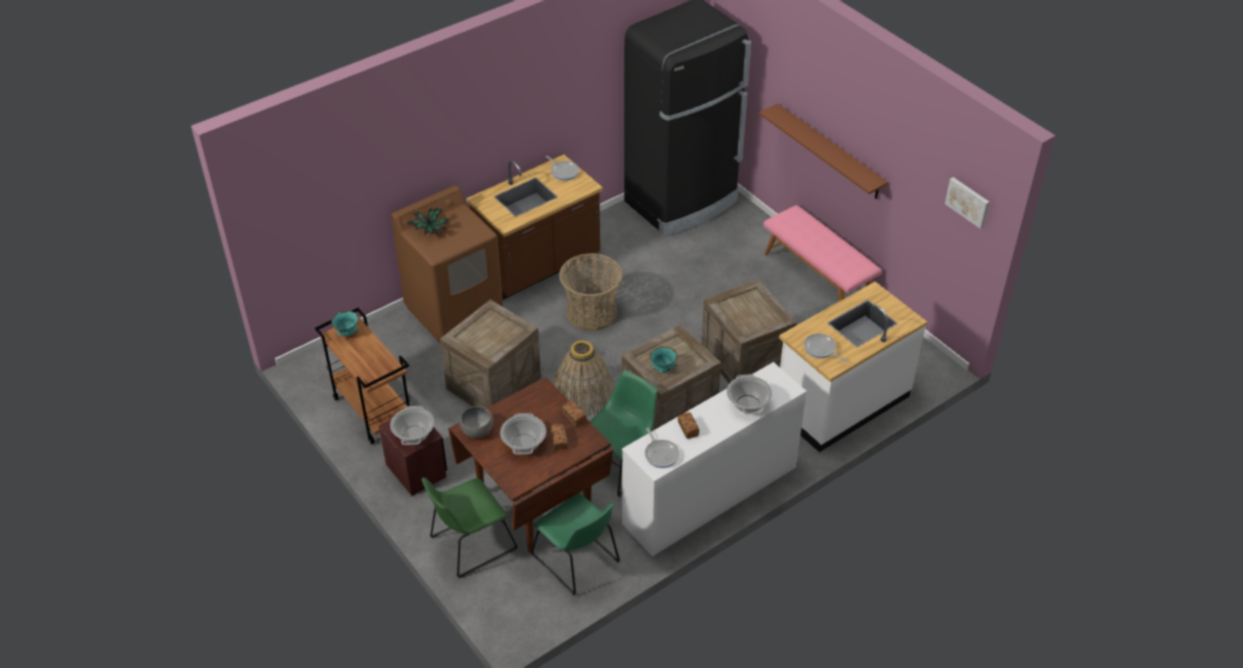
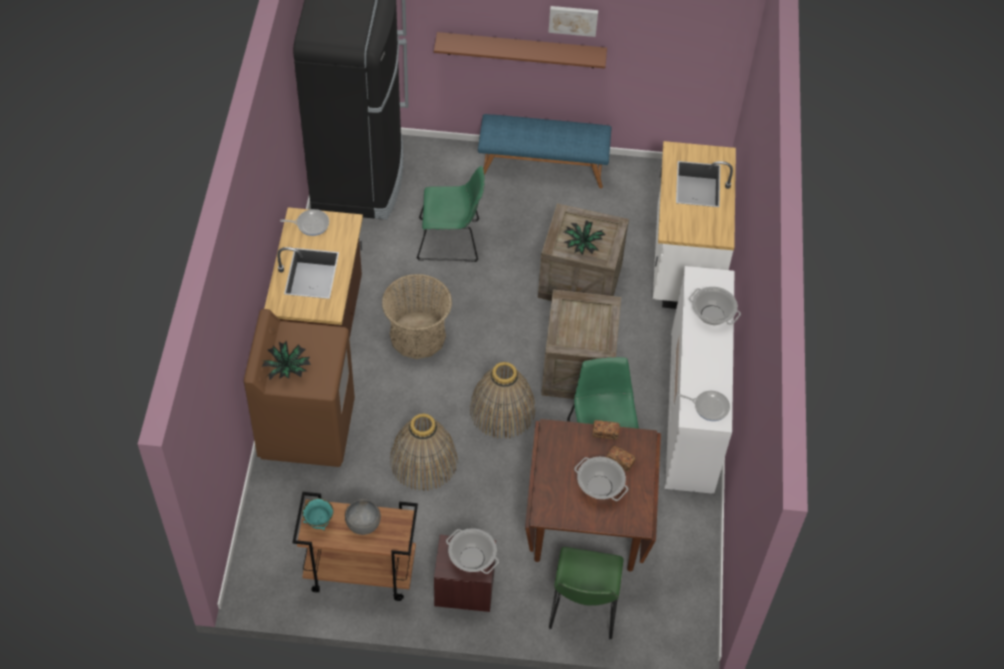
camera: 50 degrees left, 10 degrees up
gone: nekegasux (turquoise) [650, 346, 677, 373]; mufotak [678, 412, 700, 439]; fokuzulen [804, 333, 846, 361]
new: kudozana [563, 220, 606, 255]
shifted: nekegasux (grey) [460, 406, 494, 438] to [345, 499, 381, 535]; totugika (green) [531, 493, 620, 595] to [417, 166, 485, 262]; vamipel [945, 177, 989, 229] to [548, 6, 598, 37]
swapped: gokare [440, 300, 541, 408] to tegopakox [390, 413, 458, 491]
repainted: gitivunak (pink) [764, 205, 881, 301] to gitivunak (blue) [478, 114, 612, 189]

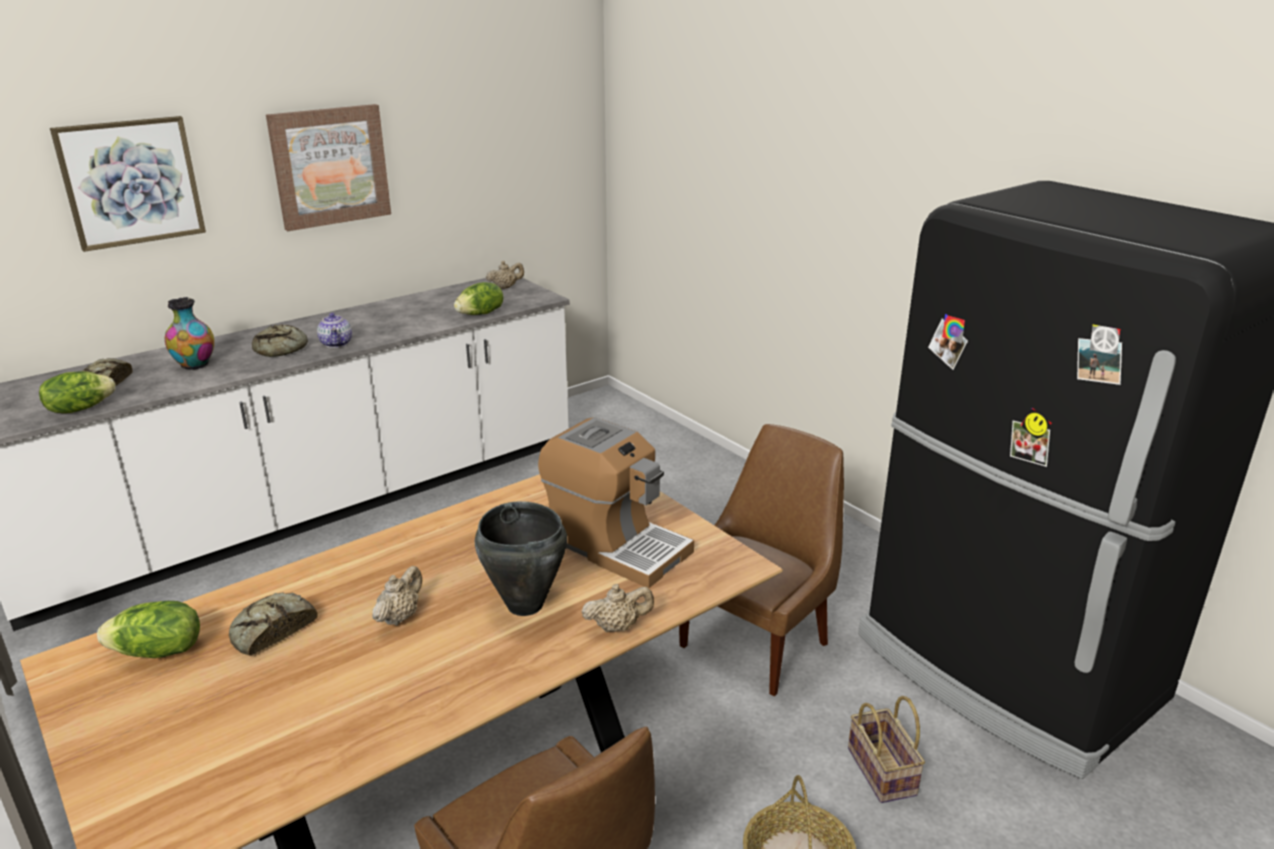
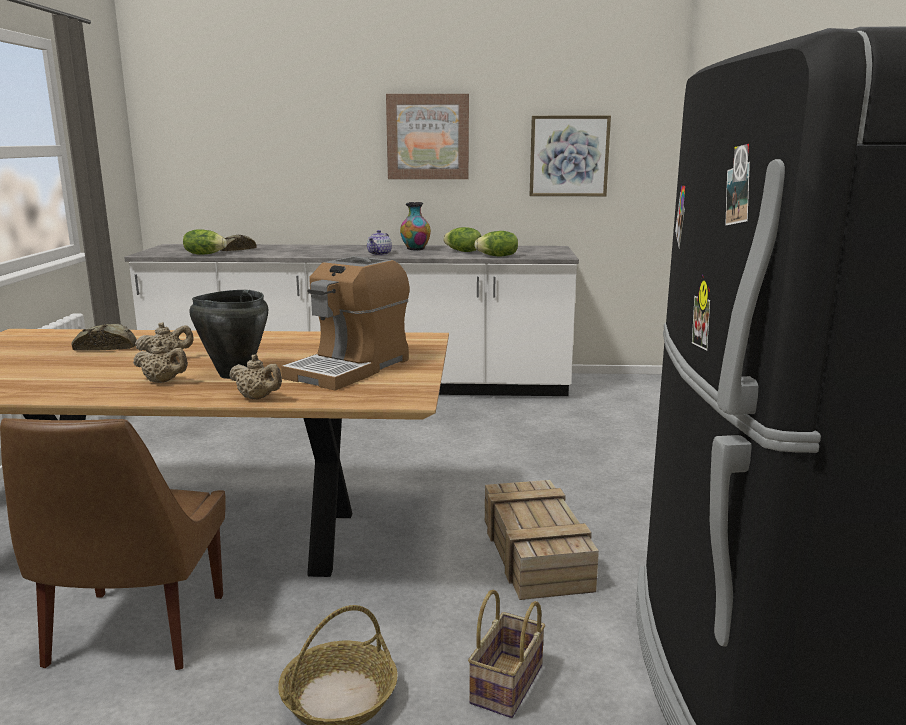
camera: 40 degrees right, 10 degrees down
gone: mufotak [252, 324, 308, 357]
shifted: vamipel [50, 116, 206, 252] to [530, 116, 611, 196]; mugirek [97, 601, 200, 658] to [443, 227, 481, 252]; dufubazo [165, 297, 214, 370] to [400, 202, 431, 251]; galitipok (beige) [486, 261, 524, 289] to [133, 341, 188, 383]
swapped: totugika (brown) [679, 424, 844, 696] to gokare [485, 480, 599, 600]
rotated: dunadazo [538, 417, 694, 588] = [281, 256, 409, 391] 45 degrees clockwise

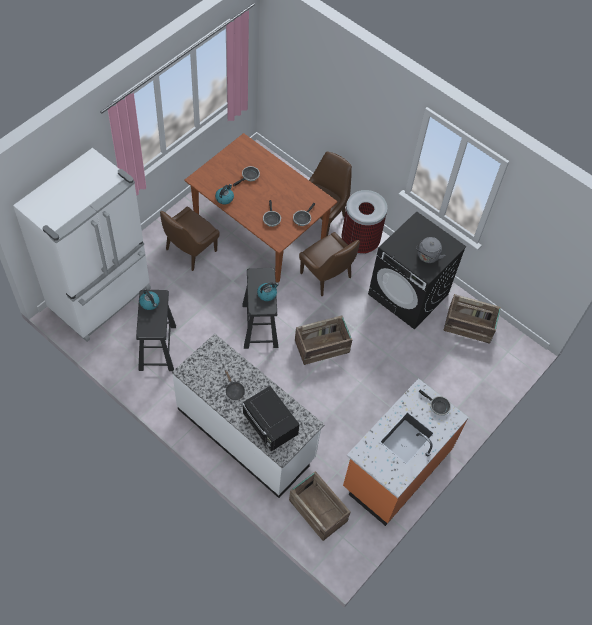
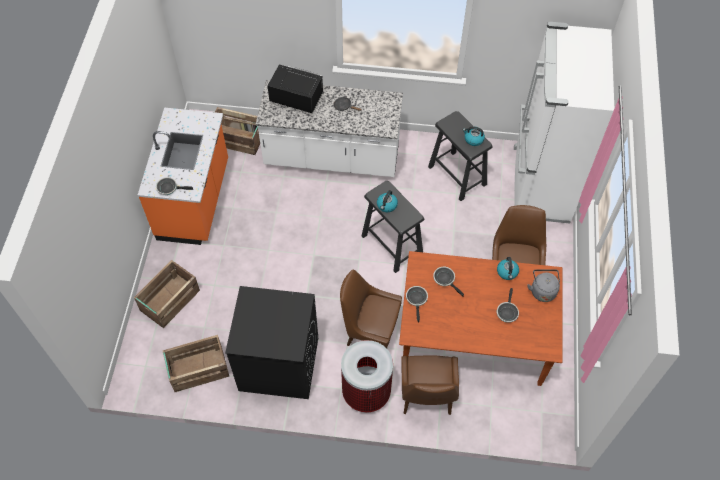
camera: 150 degrees right, 0 degrees up
shifted: gokare [295, 316, 352, 365] to [134, 260, 200, 328]; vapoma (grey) [416, 237, 445, 263] to [527, 269, 560, 302]

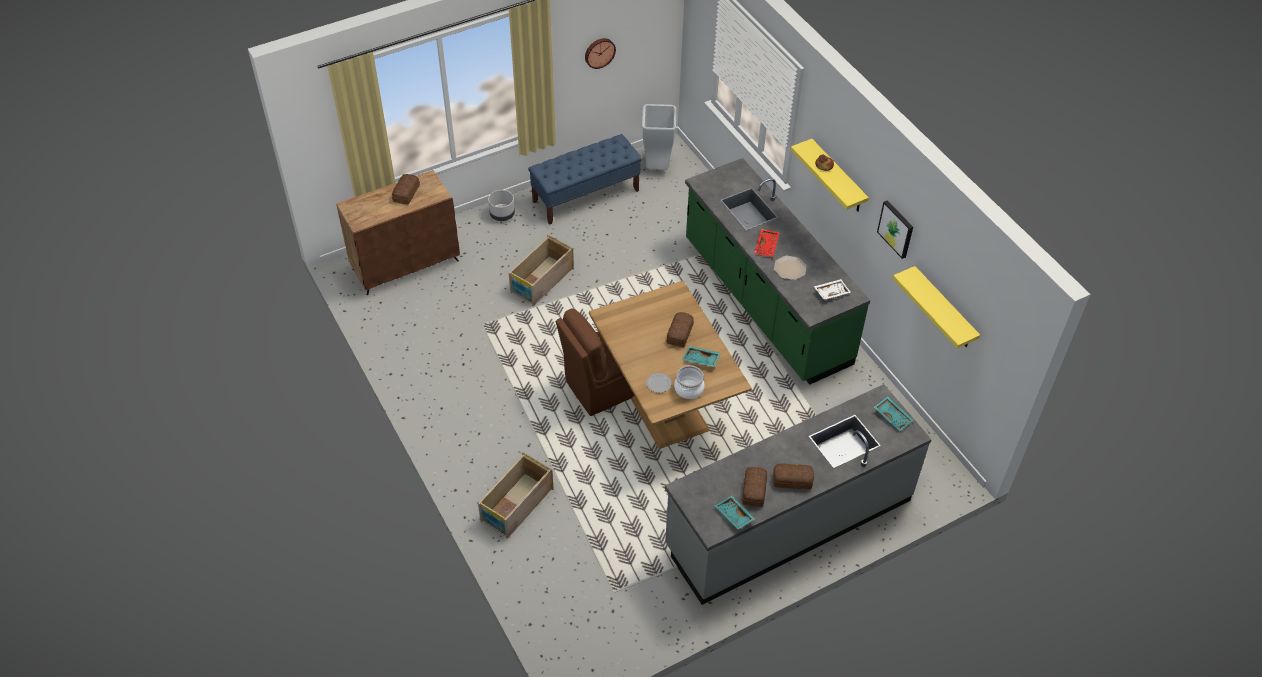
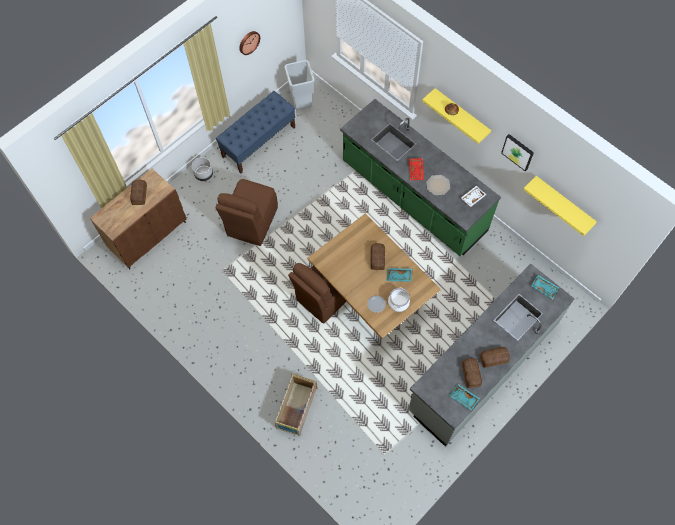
camera: 15 degrees left, 15 degrees up
swapped: gokare [509, 235, 574, 306] to totugika (brown) [216, 179, 278, 246]

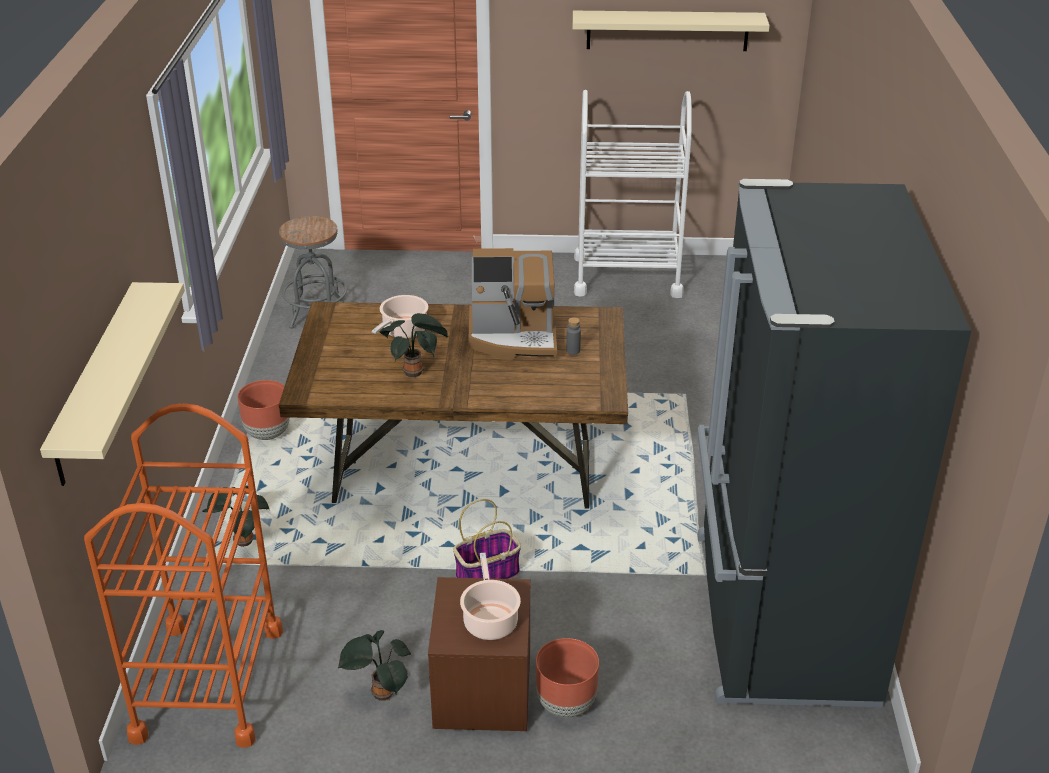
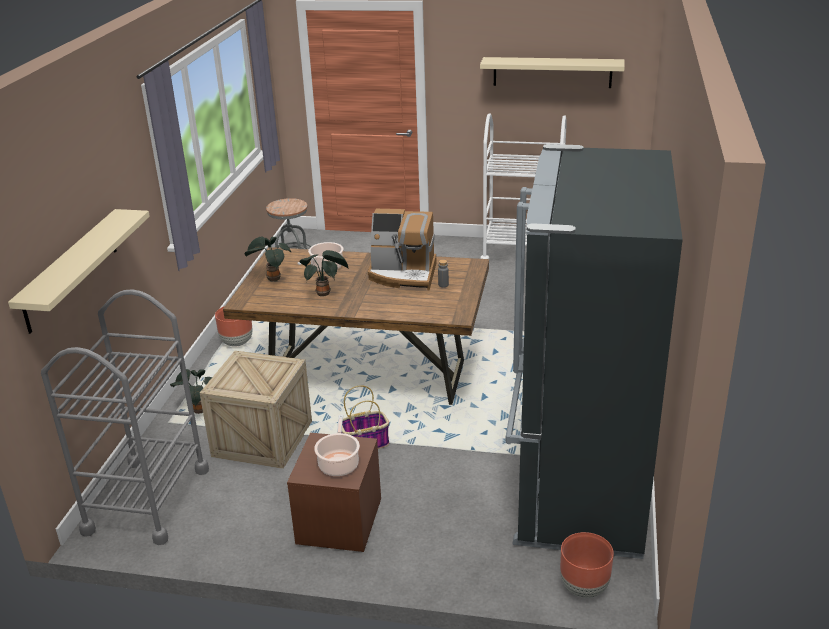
camera: 10 degrees right, 5 degrees down
new: gokare [200, 351, 312, 469]
shifted: kudozana [338, 630, 411, 701] to [244, 237, 291, 282]; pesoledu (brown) [536, 638, 599, 718] to [560, 532, 614, 598]
repainted: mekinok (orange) [84, 403, 283, 748] to mekinok (grey) [41, 289, 209, 545]

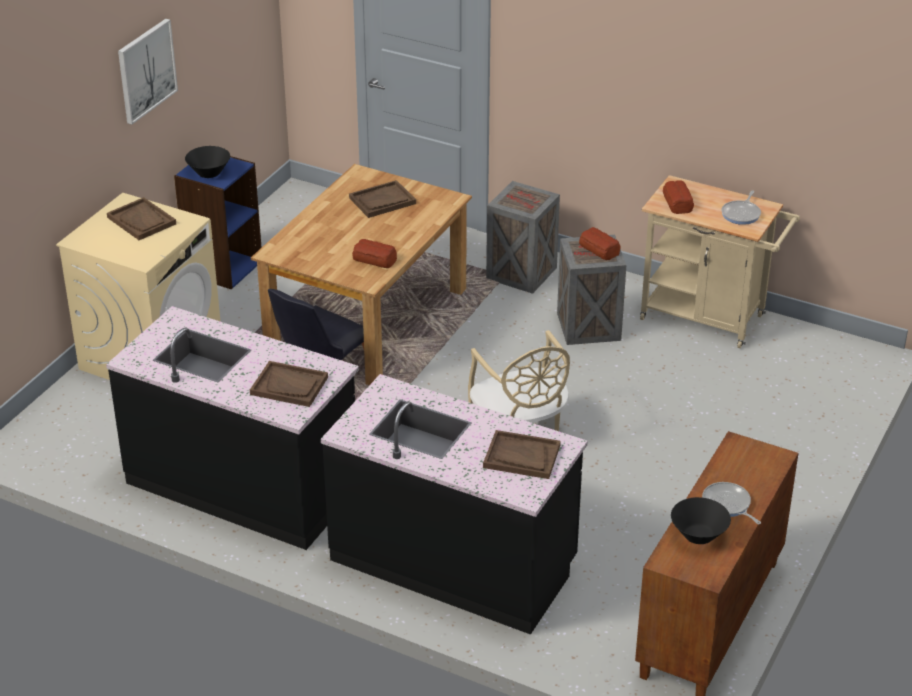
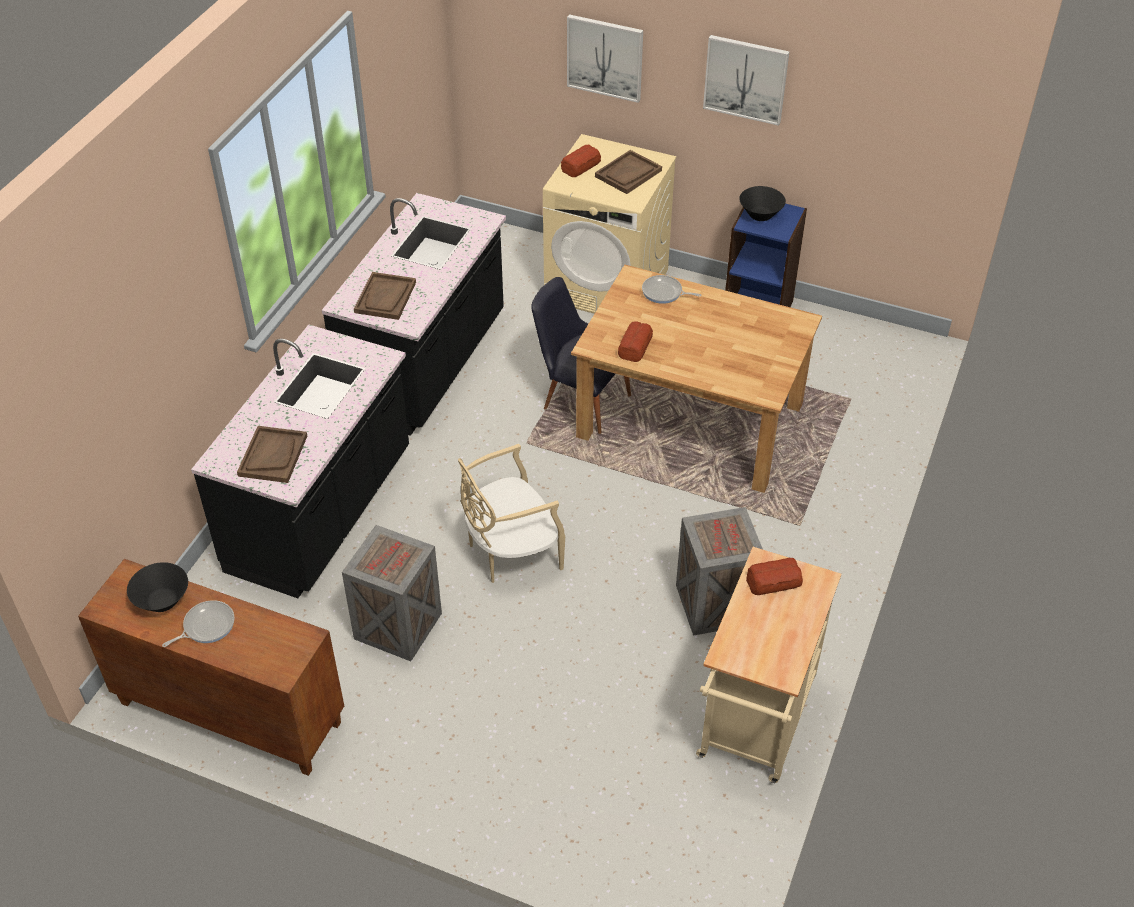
camera: 85 degrees right, 10 degrees up
gone: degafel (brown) [349, 180, 416, 218]
new: vamipel [567, 14, 643, 103]
shifted: gokare [486, 181, 560, 294] to [342, 525, 442, 661]; mufotak [579, 227, 621, 260] to [561, 145, 601, 177]; fokuzulen [721, 190, 761, 225] to [642, 275, 701, 304]

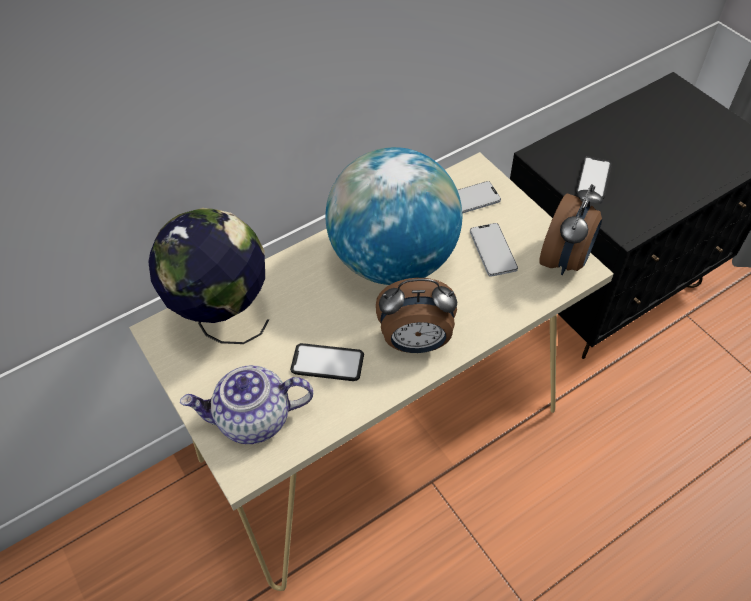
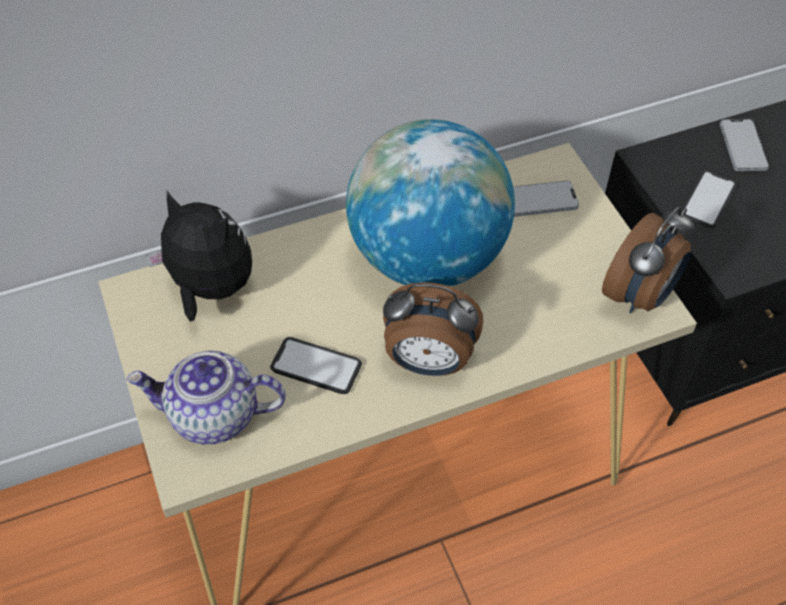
camera: 10 degrees right, 0 degrees up
shifted: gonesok [470, 223, 518, 277] to [720, 119, 769, 171]
swapped: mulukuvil [148, 208, 269, 344] to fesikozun [145, 191, 252, 322]

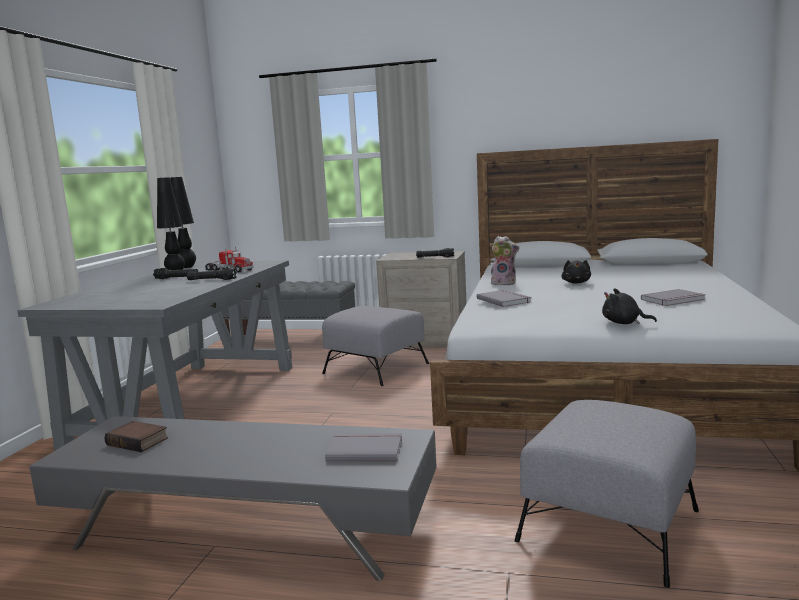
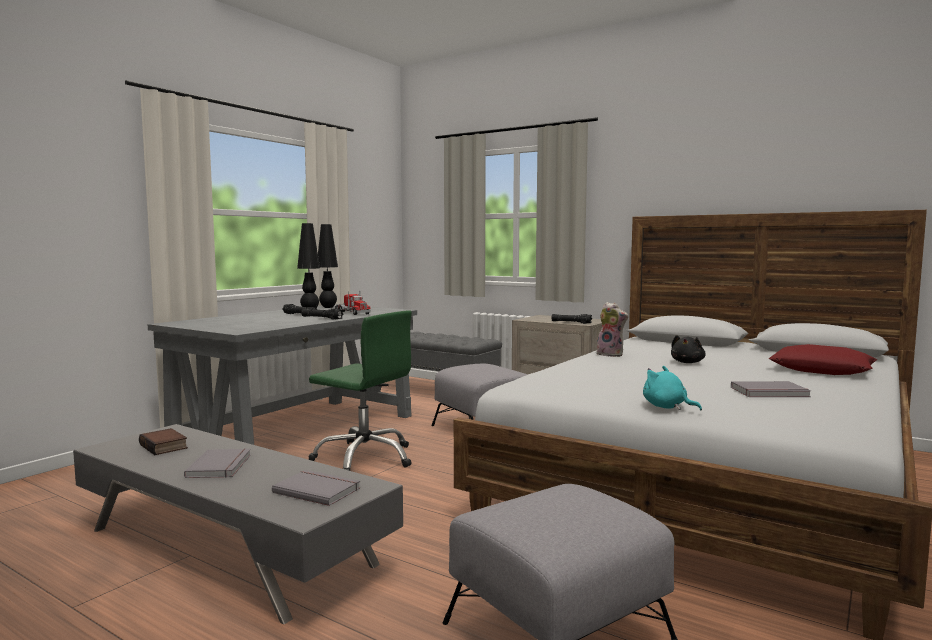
camera: 20 degrees right, 5 degrees down
new: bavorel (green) [308, 311, 412, 471]; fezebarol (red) [769, 344, 877, 375]
shifted: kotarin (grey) [477, 290, 532, 307] to [184, 448, 251, 478]
repainted: fesikozun (black) [602, 288, 657, 324] to fesikozun (turquoise) [643, 366, 702, 410]

